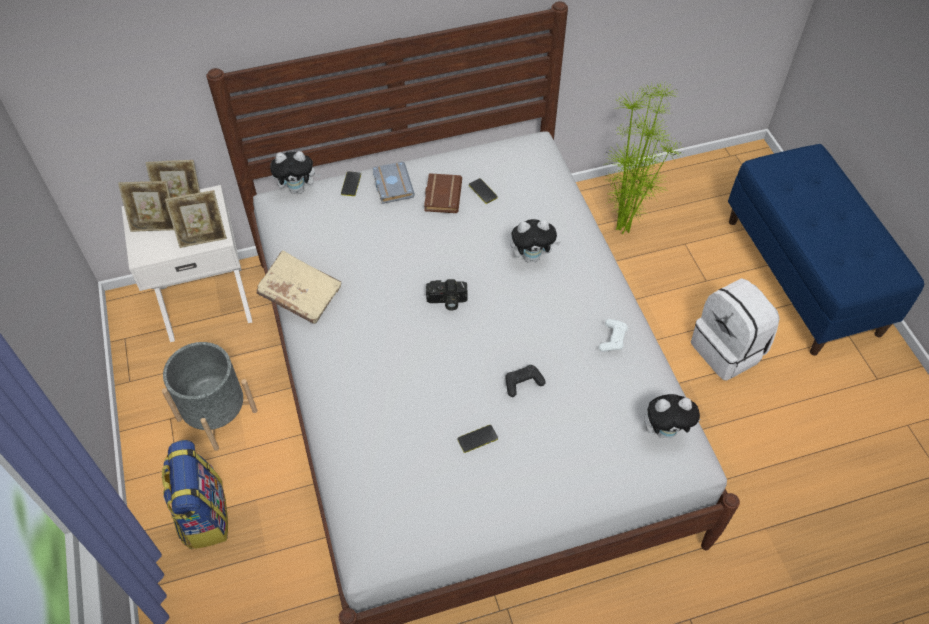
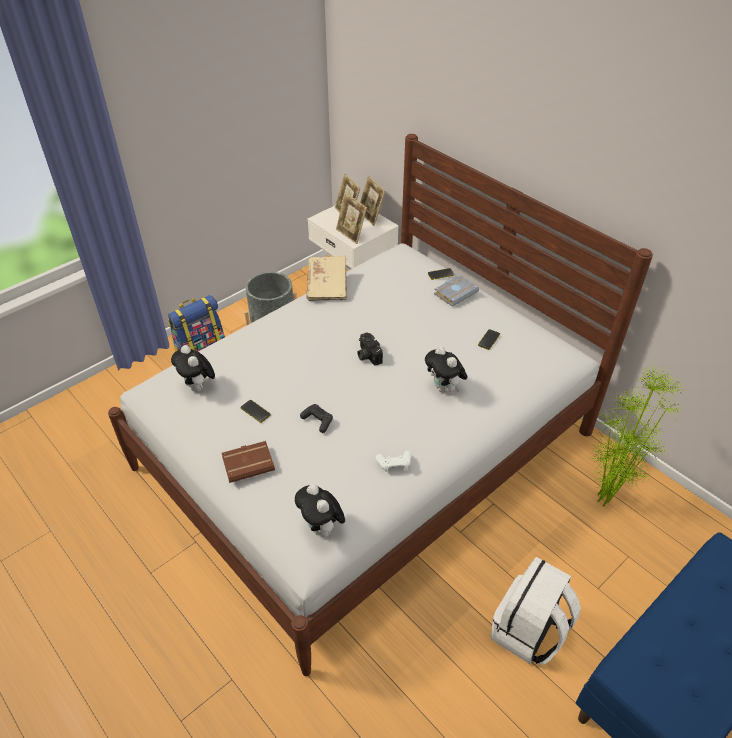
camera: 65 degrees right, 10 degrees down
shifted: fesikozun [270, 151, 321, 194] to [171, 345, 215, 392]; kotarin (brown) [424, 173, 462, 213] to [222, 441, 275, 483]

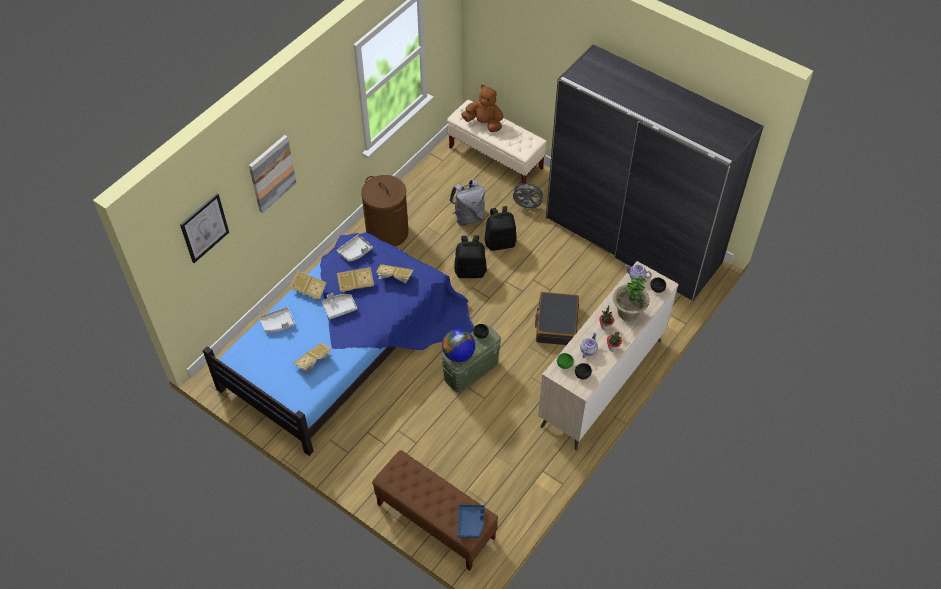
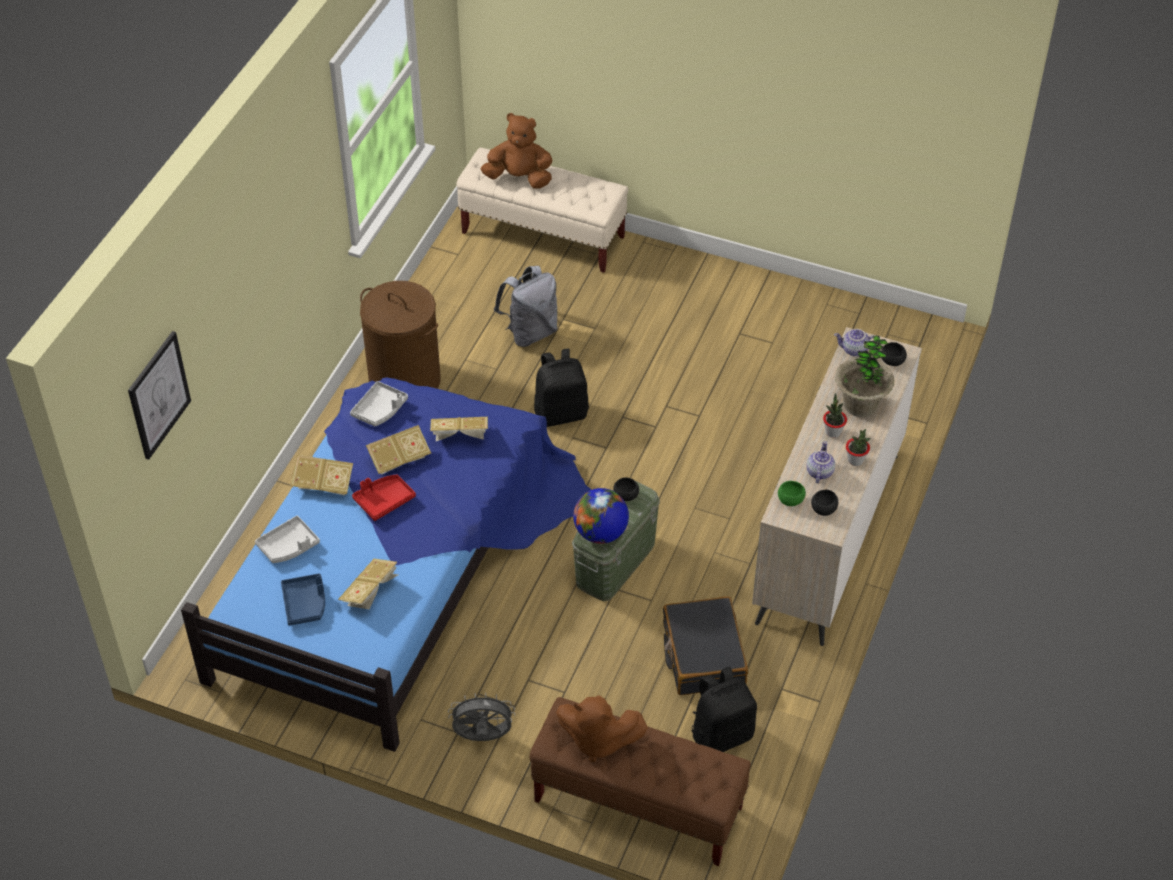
camera: 15 degrees left, 5 degrees down
gone: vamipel [249, 135, 296, 213]; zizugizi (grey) [546, 44, 764, 301]
new: fesikozun (brown) [556, 696, 648, 762]
shifted: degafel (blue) [457, 504, 485, 538] to [281, 573, 325, 625]; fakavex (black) [485, 206, 517, 251] to [692, 667, 757, 752]; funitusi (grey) [512, 182, 545, 208] to [448, 692, 515, 741]; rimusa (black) [535, 292, 579, 345] to [663, 597, 748, 695]
repainted: degafel (grey) [321, 293, 357, 319] to degafel (red) [352, 474, 416, 521]

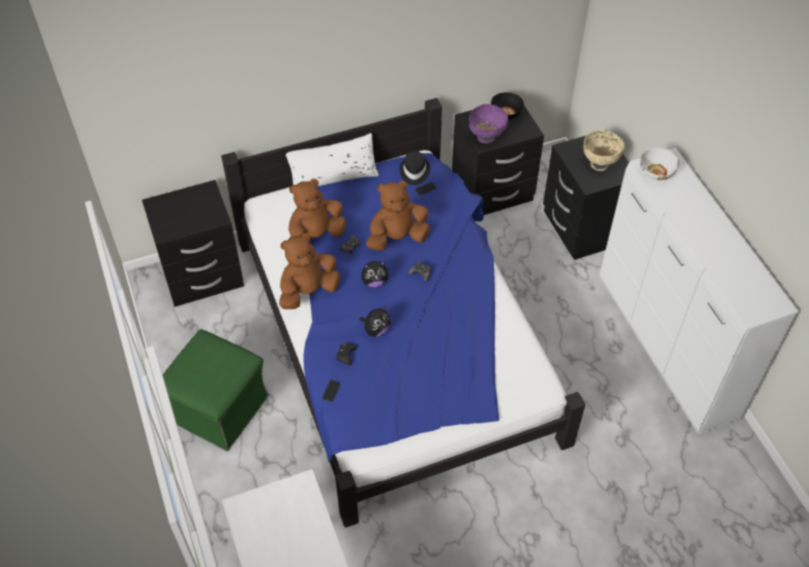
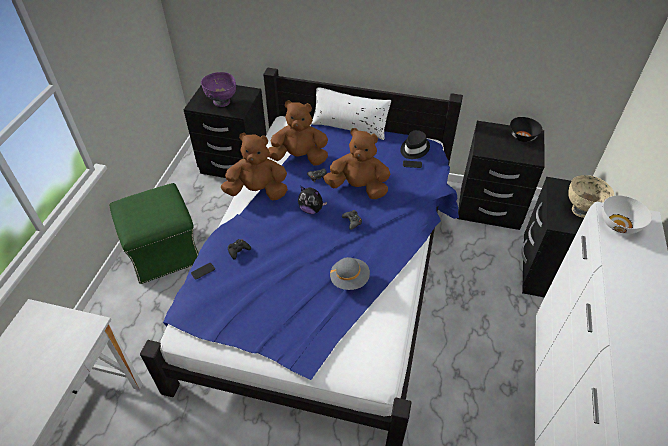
camera: 35 degrees right, 5 degrees down
gone: fesikozun [359, 306, 391, 337]
new: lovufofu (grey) [330, 257, 370, 290]
shifted: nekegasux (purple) [469, 104, 508, 144] to [201, 72, 236, 107]

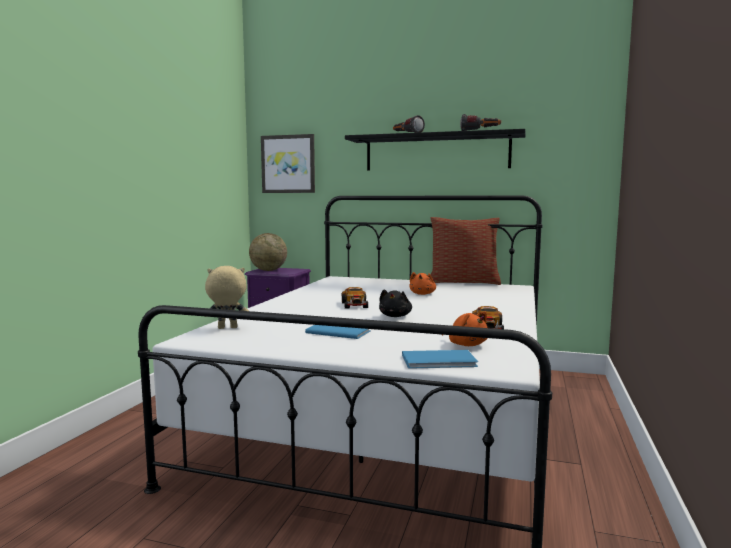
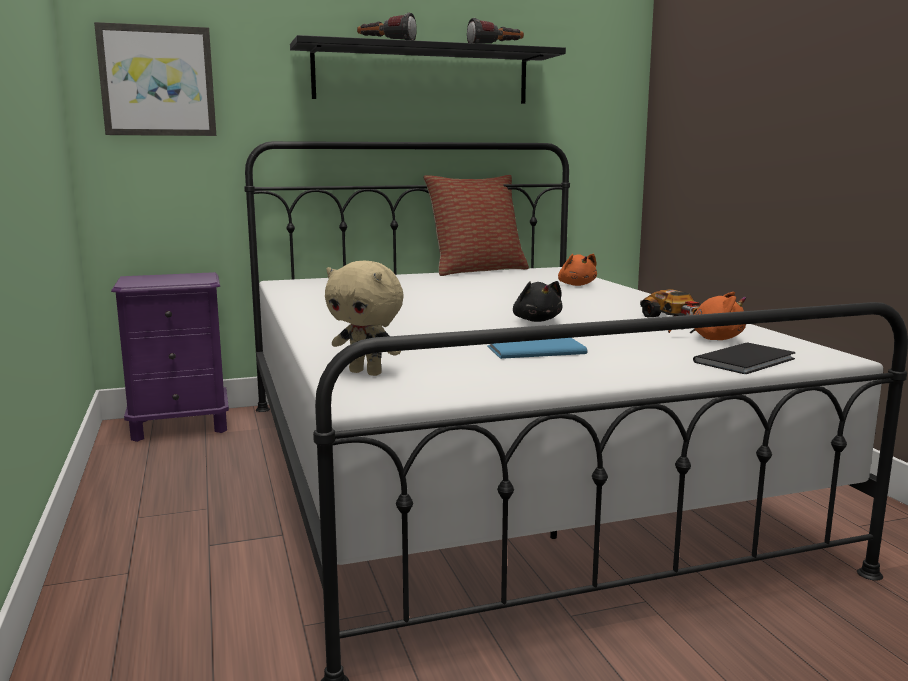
camera: 35 degrees left, 5 degrees up
gone: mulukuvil [249, 233, 287, 271]; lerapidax [342, 287, 368, 309]
shifted: fesikozun (orange) [409, 272, 436, 295] to [558, 254, 597, 286]
repainted: kotarin (blue) [402, 350, 478, 369] to kotarin (black) [693, 342, 796, 374]
rotated: fesikozun (beige) [205, 266, 249, 329] = [325, 261, 404, 376] 105 degrees counterclockwise

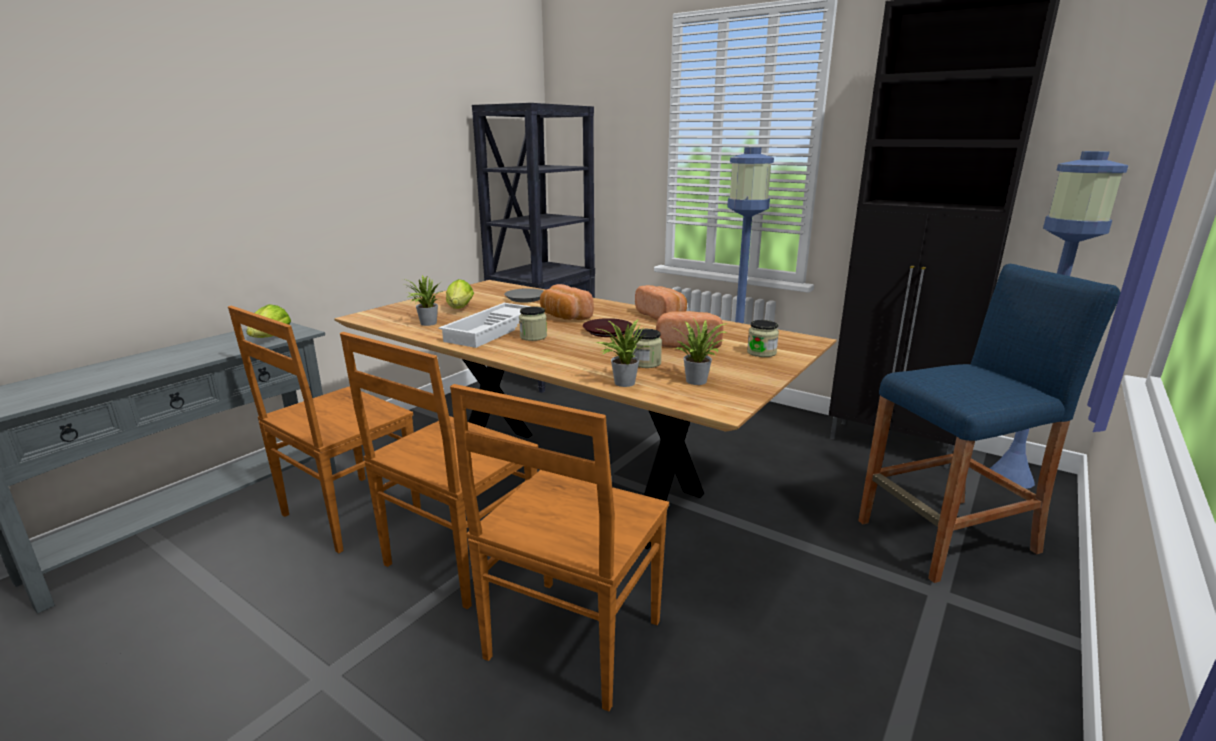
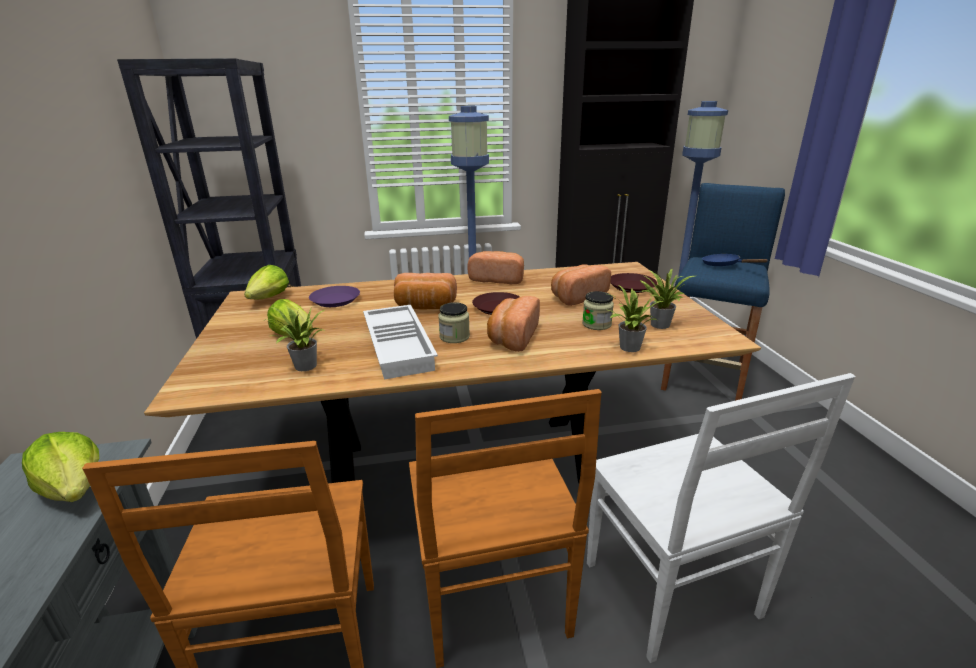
camera: 45 degrees left, 5 degrees up
new: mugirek [244, 265, 289, 299]; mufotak [487, 296, 540, 352]; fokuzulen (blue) [702, 254, 769, 266]
swapped: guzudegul [747, 320, 779, 357] to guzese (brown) [610, 273, 657, 293]
repainted: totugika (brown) [450, 384, 669, 712] to totugika (white) [587, 373, 855, 663]; guzese (grey) [504, 288, 544, 303] to guzese (purple) [309, 286, 360, 307]

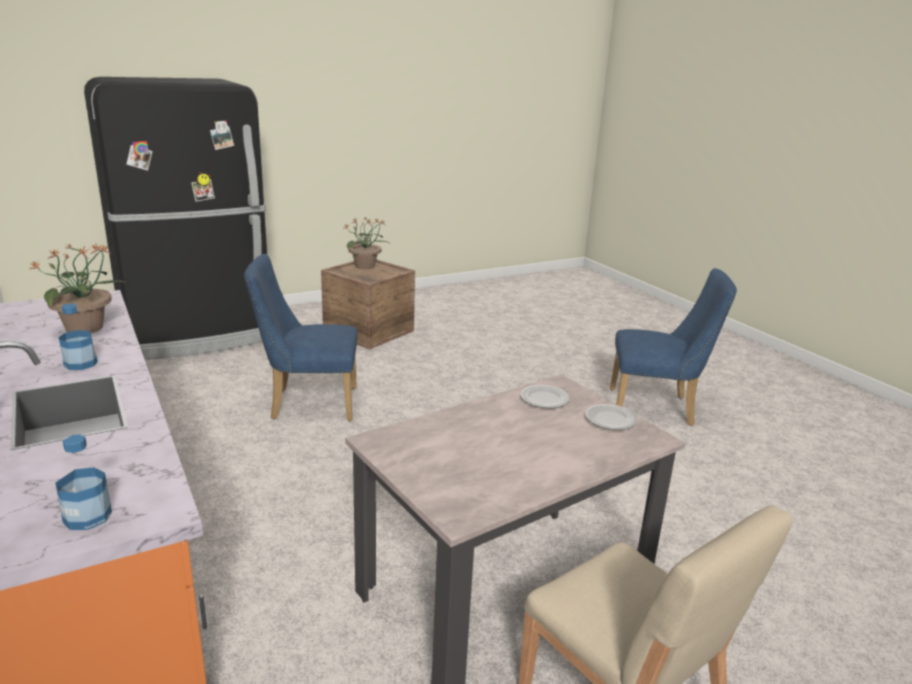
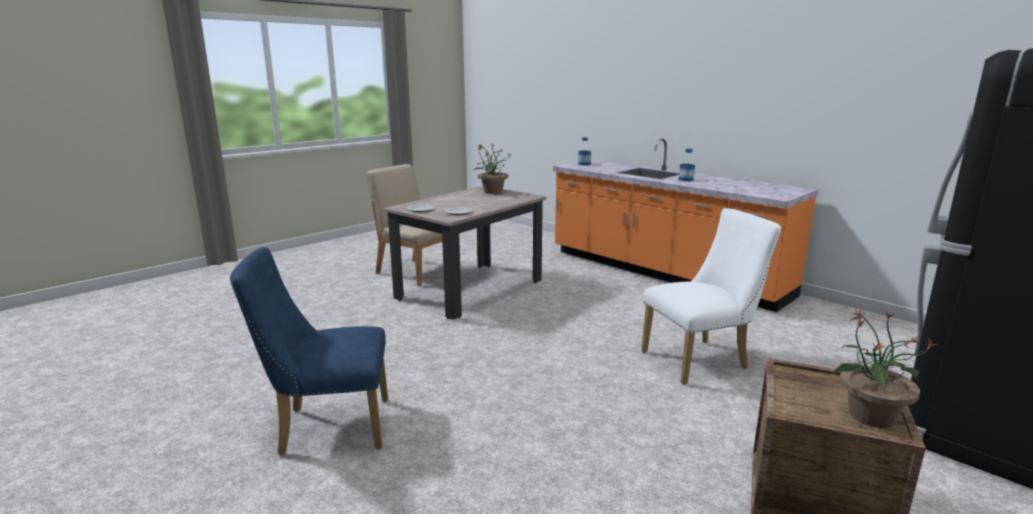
camera: 165 degrees right, 5 degrees down
shifted: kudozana [30, 244, 126, 333] to [474, 144, 512, 194]
repainted: totugika (blue) [244, 254, 358, 421] to totugika (white) [641, 208, 782, 385]

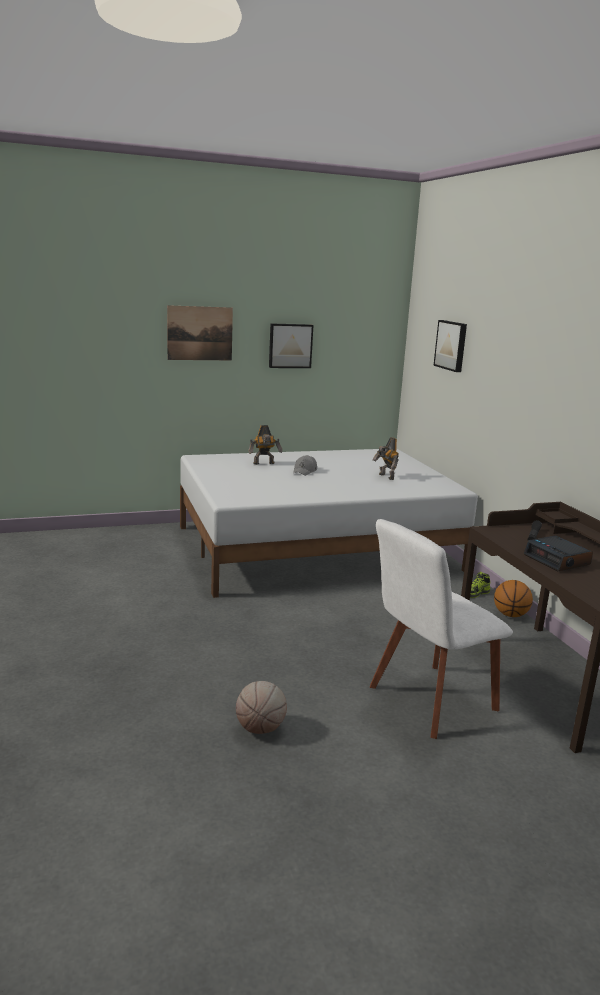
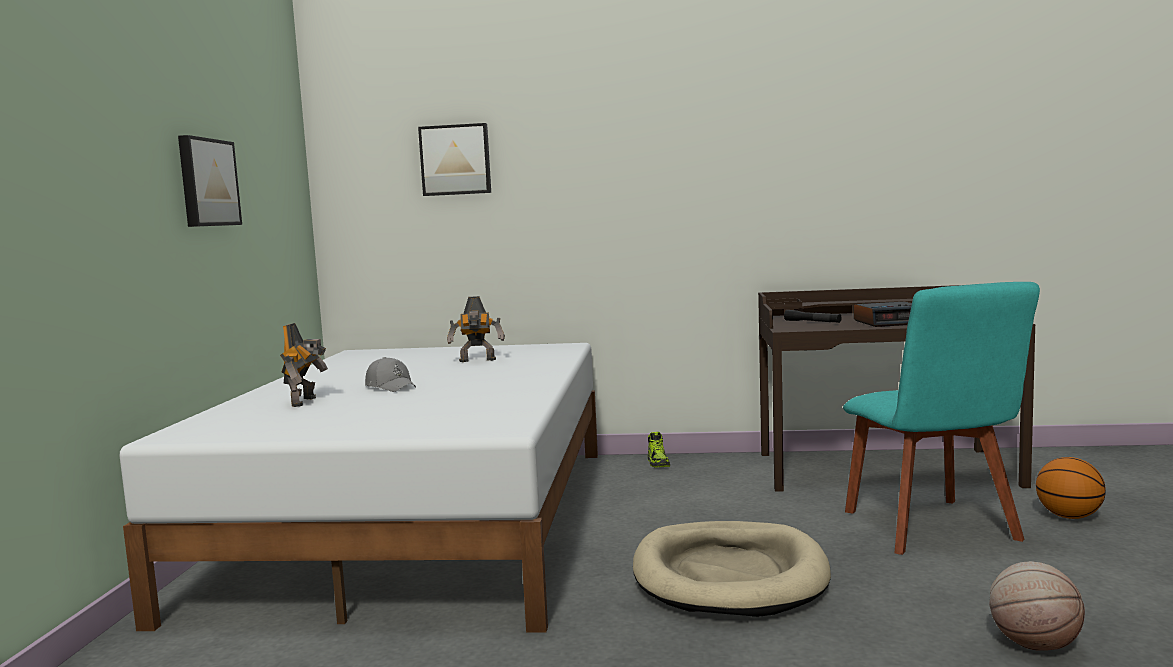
camera: 65 degrees left, 10 degrees down
gone: vamipel [167, 305, 233, 360]
new: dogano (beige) [633, 521, 831, 617]
shifted: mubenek [494, 580, 533, 617] to [1036, 457, 1106, 519]
repainted: totugika (white) [370, 519, 513, 739] to totugika (turquoise) [843, 282, 1040, 555]

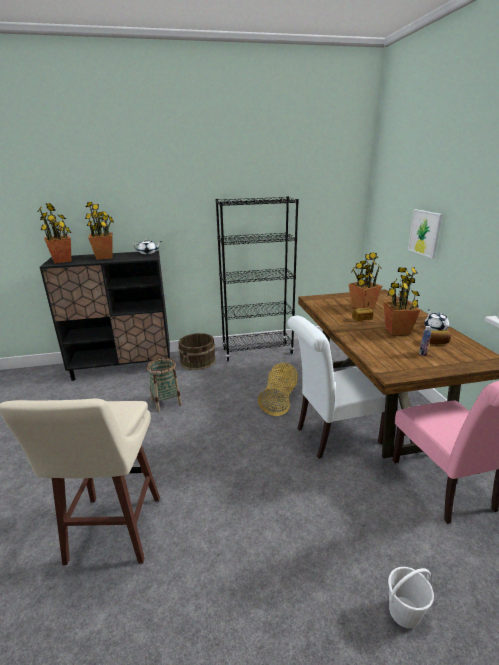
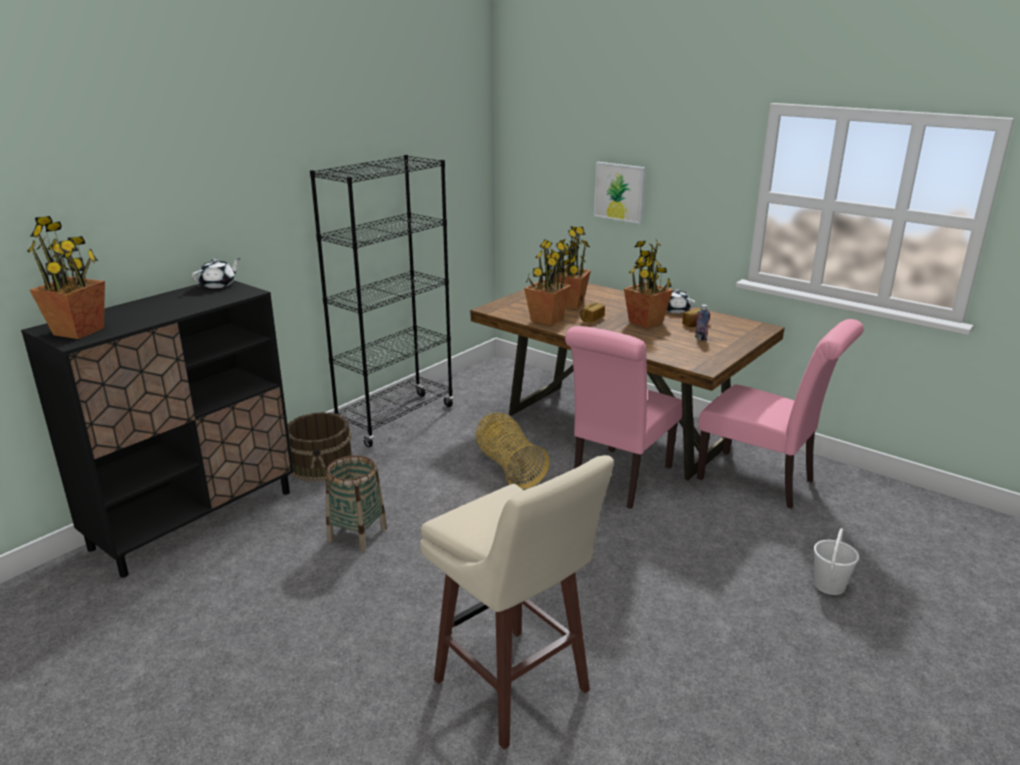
camera: 40 degrees left, 0 degrees up
shifted: kudozana [85, 202, 114, 260] to [524, 239, 571, 326]
repainted: totugika (white) [288, 316, 386, 459] to totugika (pink) [565, 326, 682, 509]

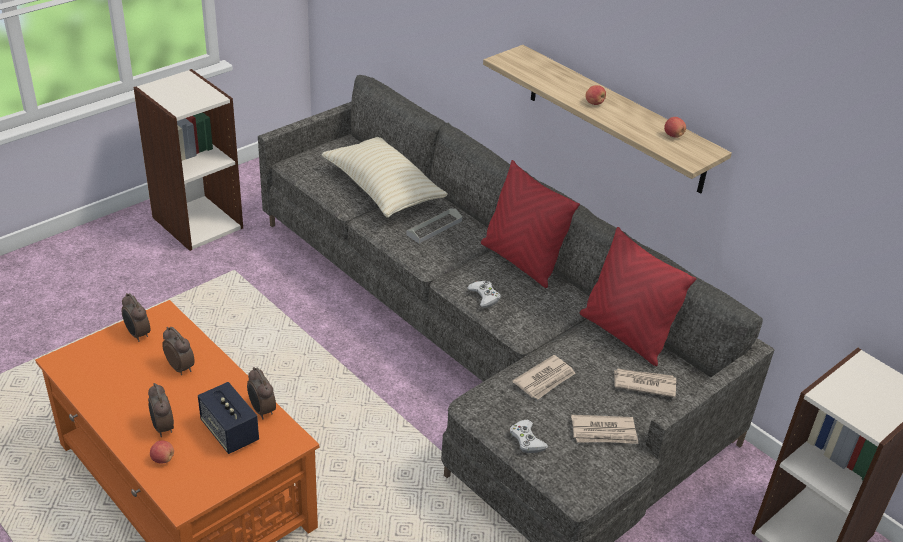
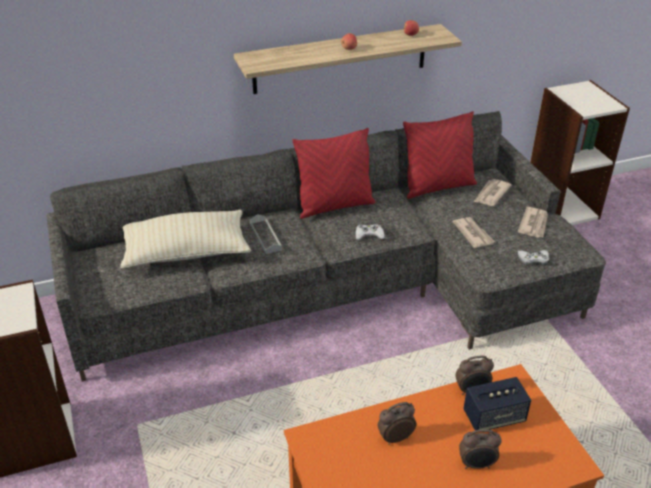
camera: 65 degrees left, 0 degrees up
gone: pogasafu [122, 293, 150, 342]; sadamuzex [150, 441, 174, 463]

